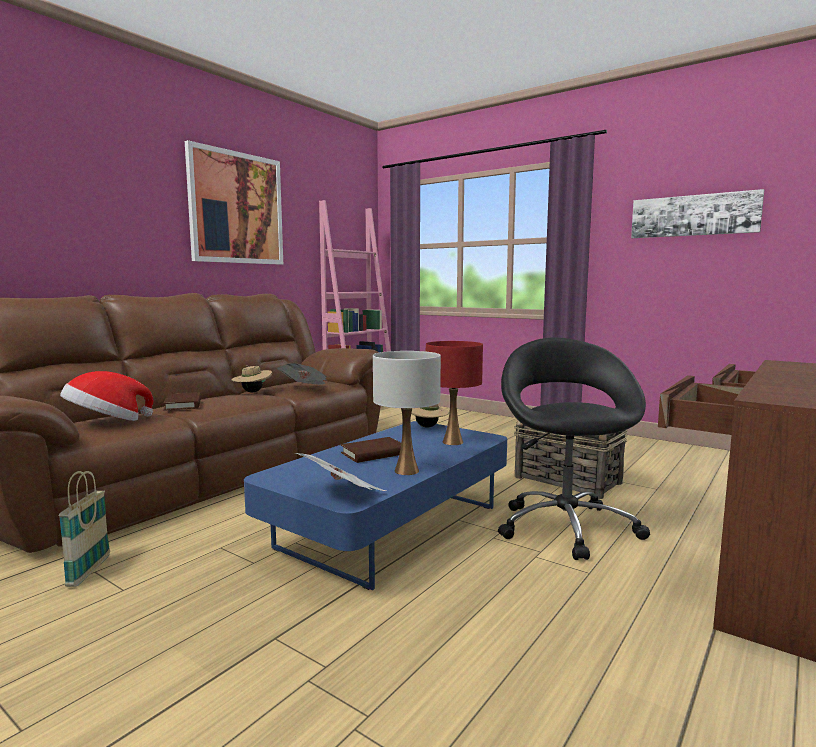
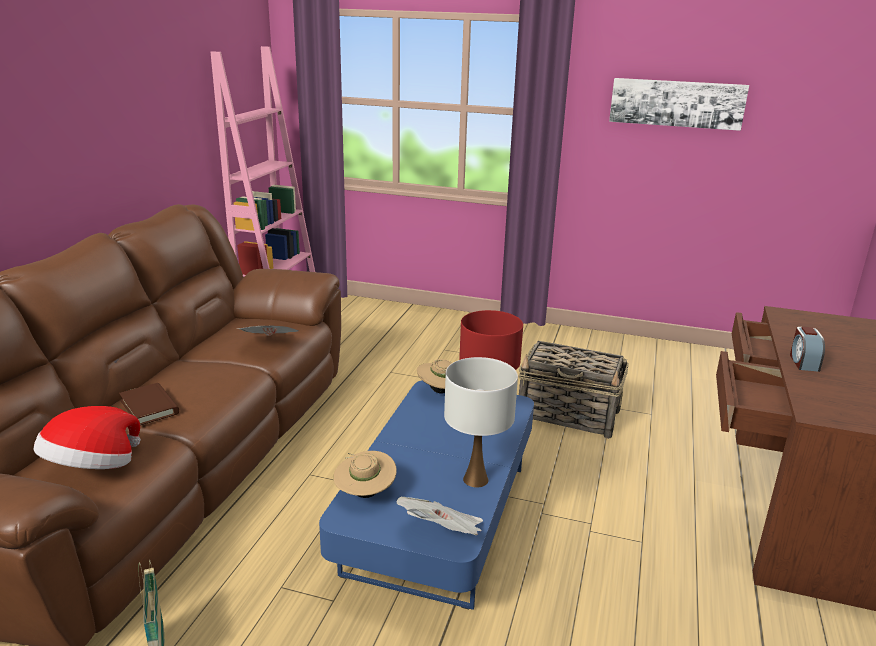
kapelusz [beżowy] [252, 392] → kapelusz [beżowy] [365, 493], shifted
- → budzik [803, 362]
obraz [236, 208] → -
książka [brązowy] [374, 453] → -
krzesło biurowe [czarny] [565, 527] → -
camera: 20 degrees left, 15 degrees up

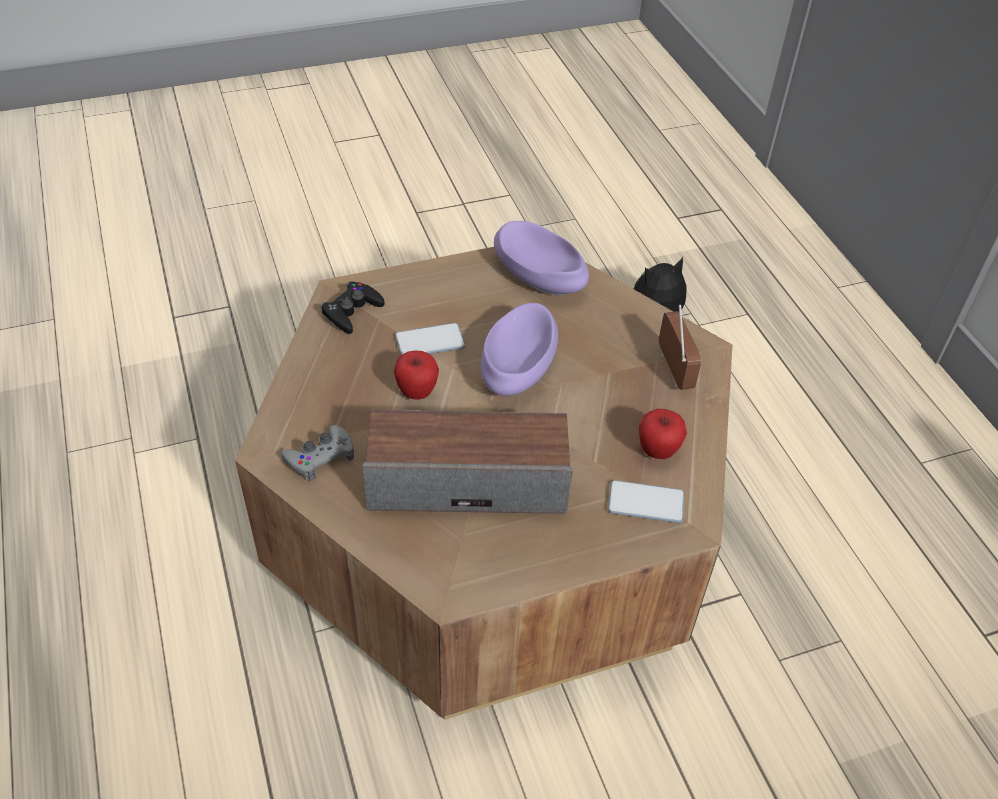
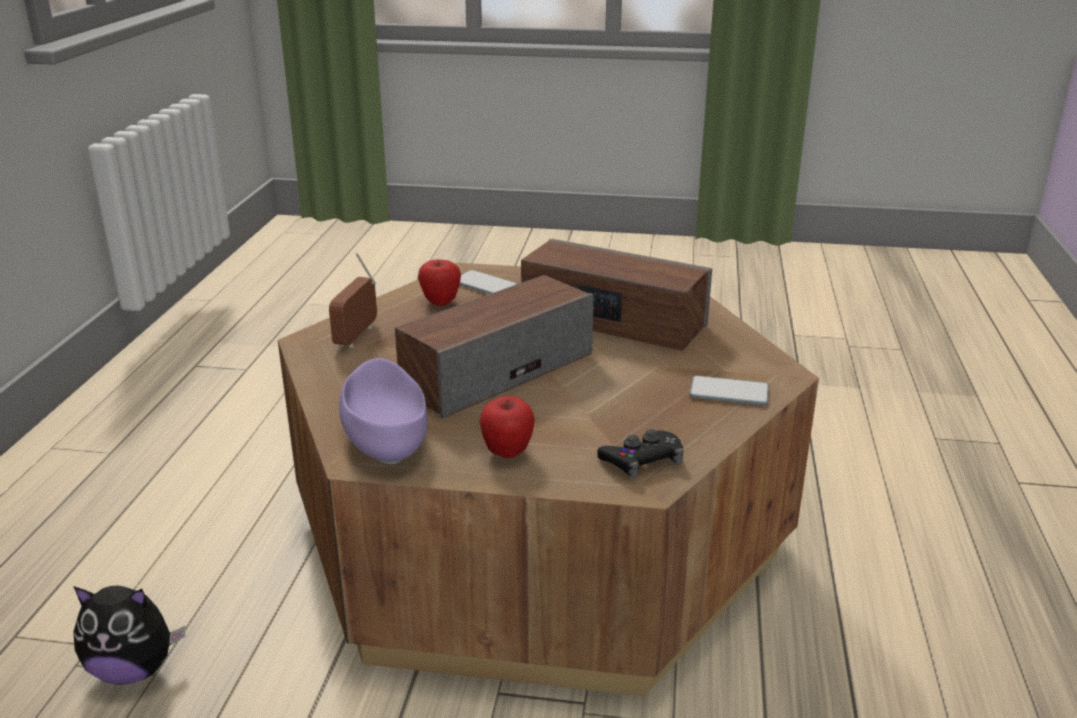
miska [fioletowy] [519, 367] → głośnik [497, 371]
jabłko [417, 392] → jabłko [507, 452], shifted
telefon [430, 342] → telefon [729, 392], shifted
pad do gier [szary] [320, 457] → -
camera: 150 degrees left, 20 degrees down

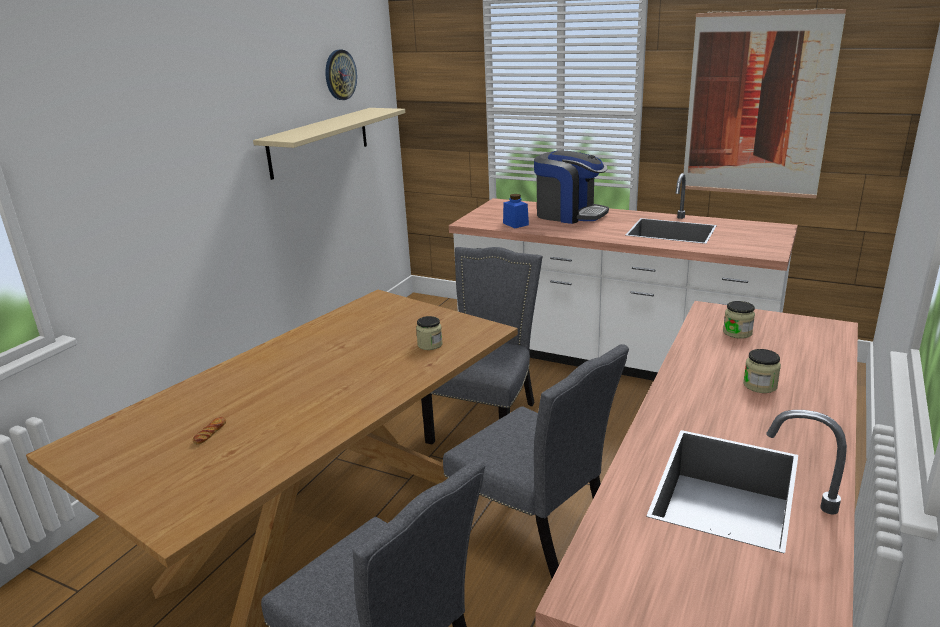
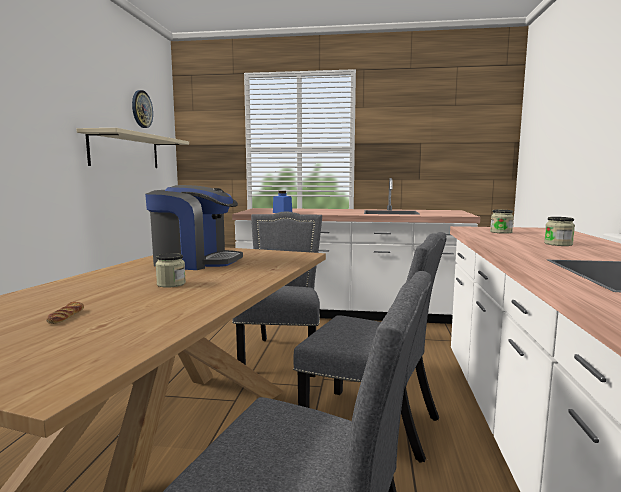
ekspres do kawy [569, 214] → ekspres do kawy [195, 262], shifted
słoik [430, 344] → słoik [171, 284], shifted
obraz [757, 105] → -
camera: 20 degrees left, 15 degrees down

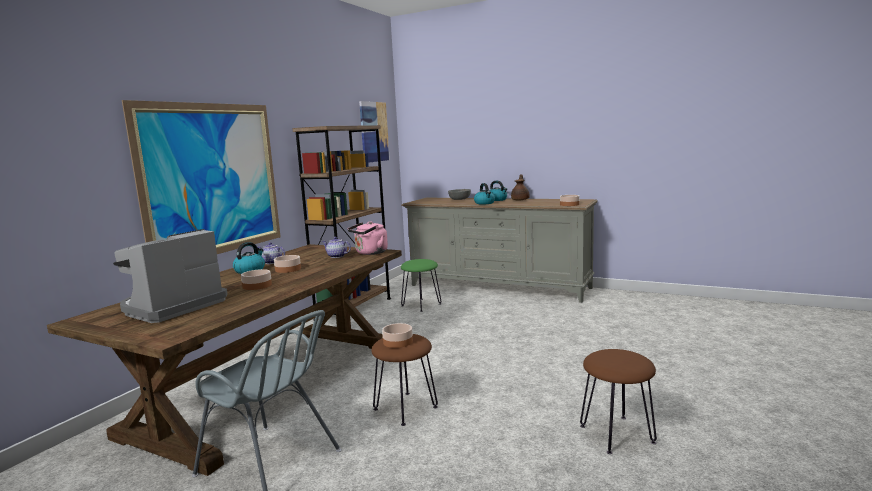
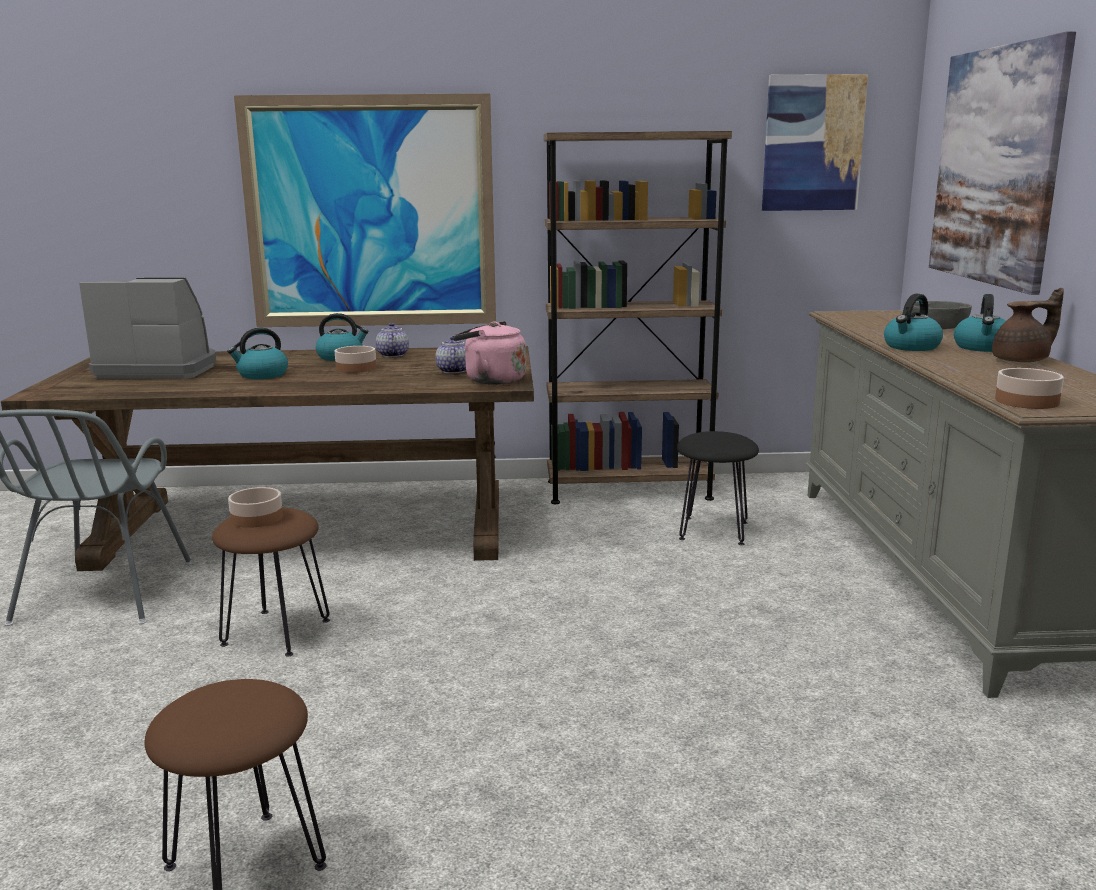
miska [257, 285] → czajnik [262, 375]
stołek [zielony] [421, 305] → stołek [czarny] [714, 530]
- → obraz [996, 166]
camera: 60 degrees right, 5 degrees up

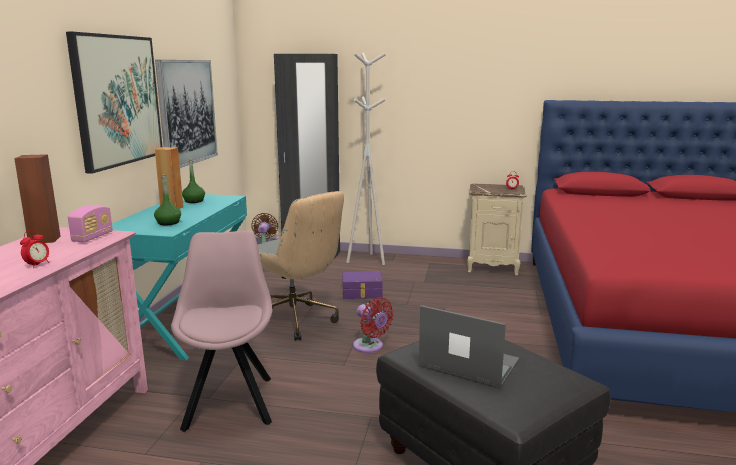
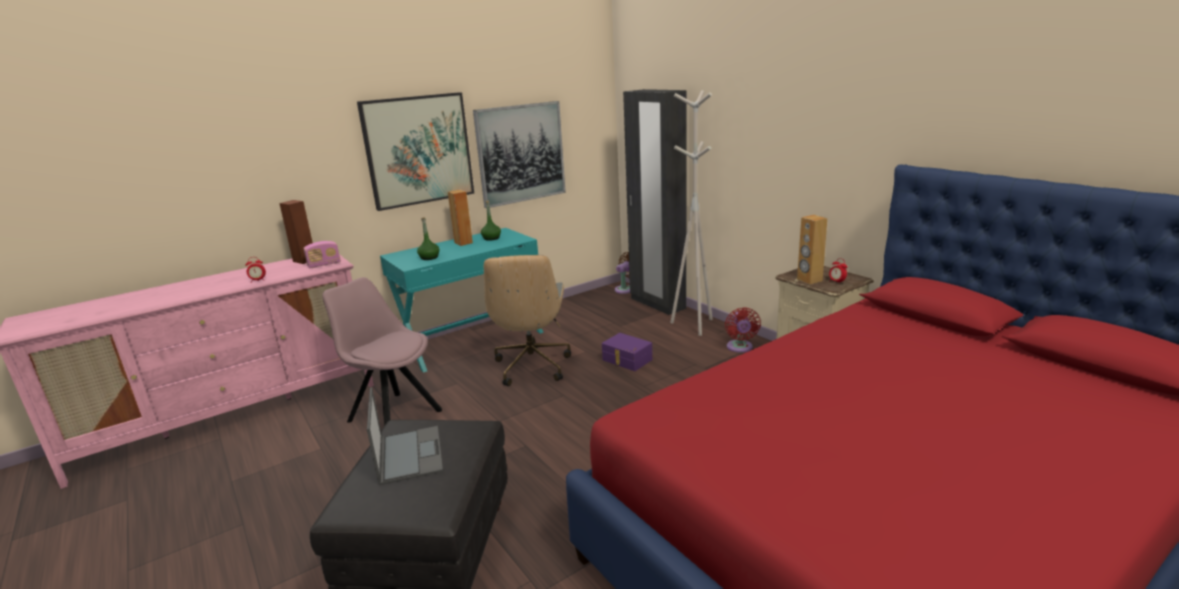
krzesło [różowy] [230, 402] → krzesło [różowy] [394, 416], 90 degrees counterclockwise
wentylator [czerwony] [370, 347] → wentylator [czerwony] [740, 348], shifted
- → głośnik [brązowy] [809, 280]
camera: 45 degrees right, 5 degrees up

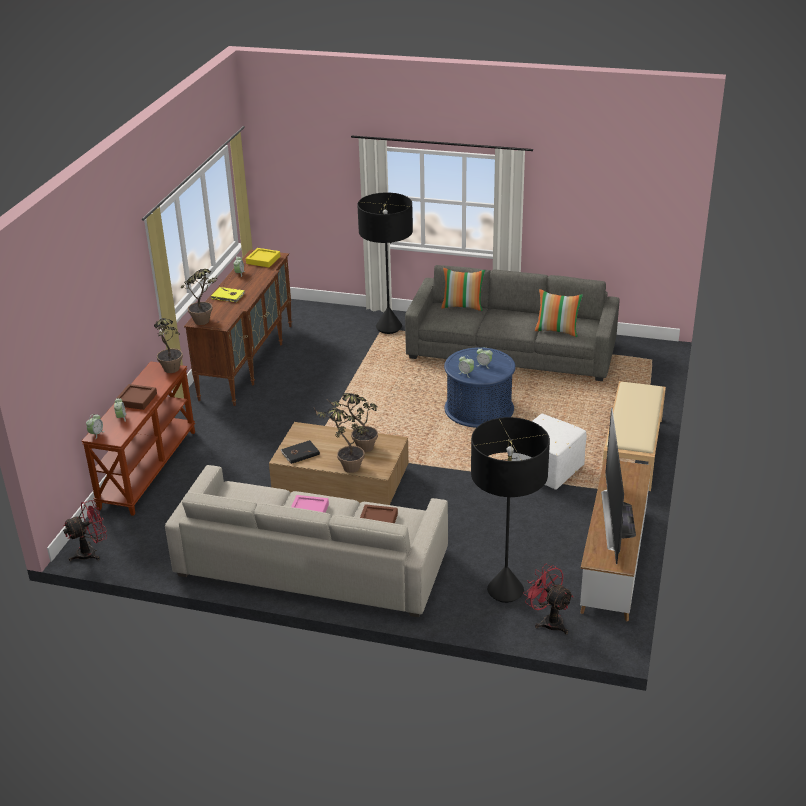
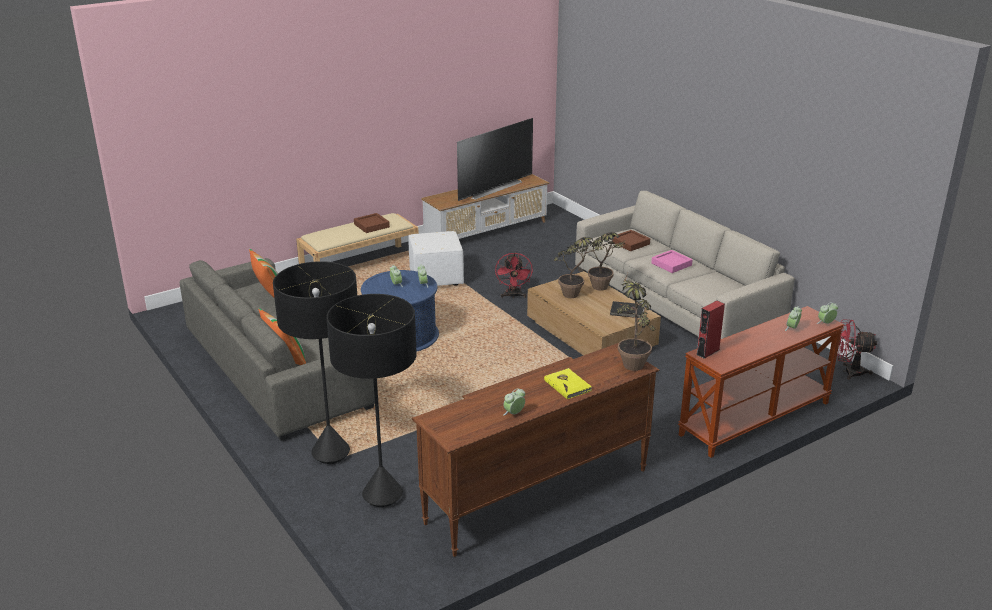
lampa stojąca [czarny] [505, 593] → lampa stojąca [czarny] [382, 497], shifted
taca [brązowy] [136, 399] → taca [brązowy] [371, 226], shifted
wentylator [czerwony] [548, 621] → wentylator [czerwony] [513, 296], shifted
roślina doniczkowa [171, 372] → głośnik [czerwony] [707, 352]
taca [żółty] [263, 260] → -
camera: 140 degrees left, 5 degrees down

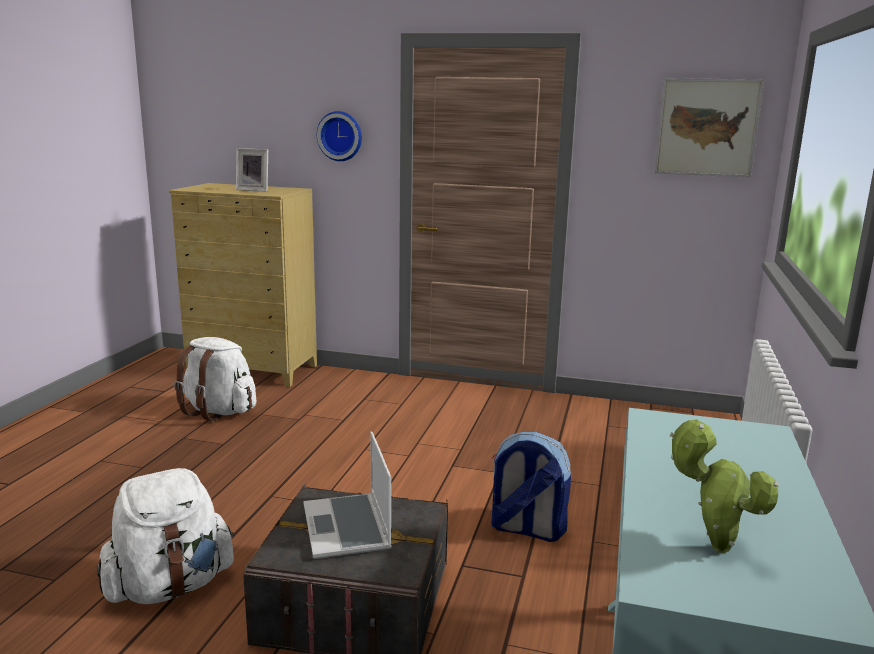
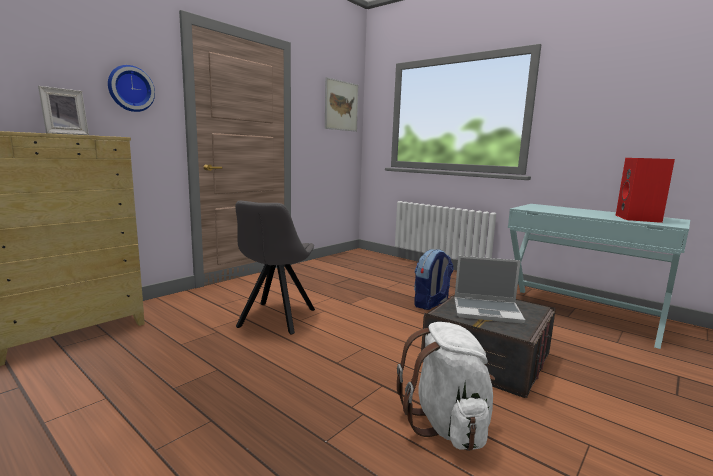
- → krzesło [szary] [276, 318]
roślina doniczkowa [713, 546] → głośnik [czerwony] [639, 219]
plecak [biały] [218, 411] → -
camera: 65 degrees left, 5 degrees down

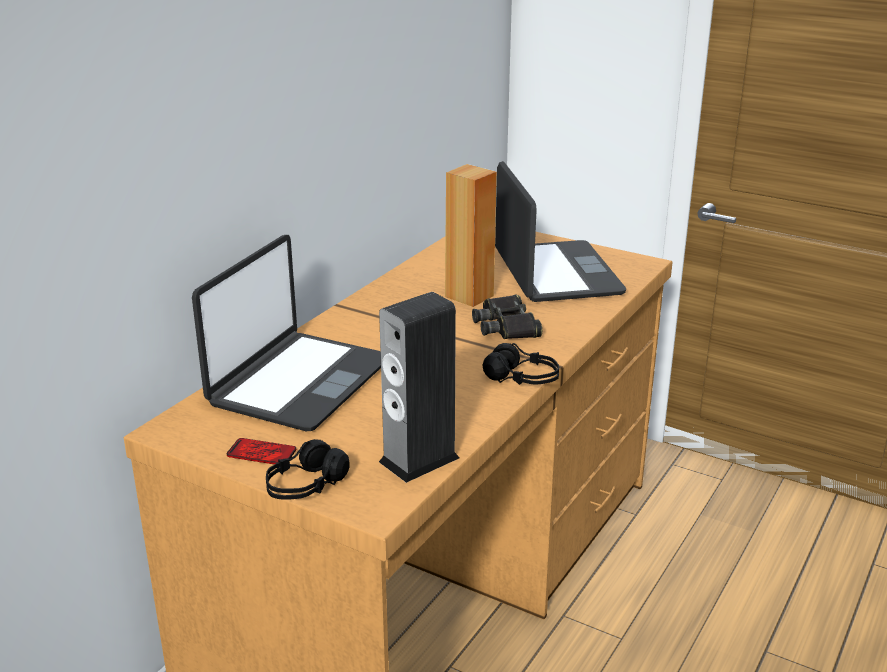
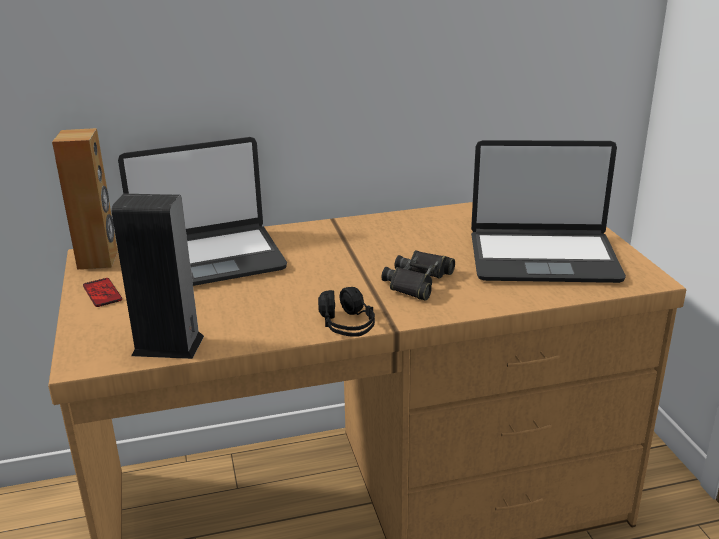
głośnik [brązowy] [469, 296] → głośnik [brązowy] [98, 260], shifted
laptop [555, 274] → laptop [543, 257], 60 degrees clockwise
słuchawki [czarny] [306, 486] → -
camera: 45 degrees right, 0 degrees up

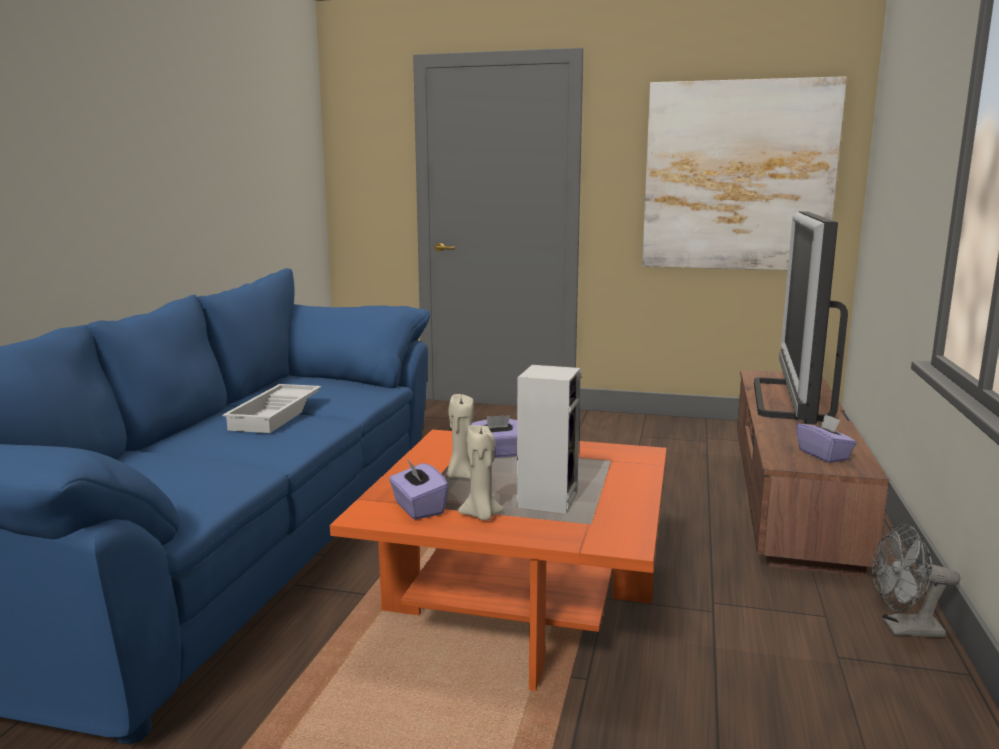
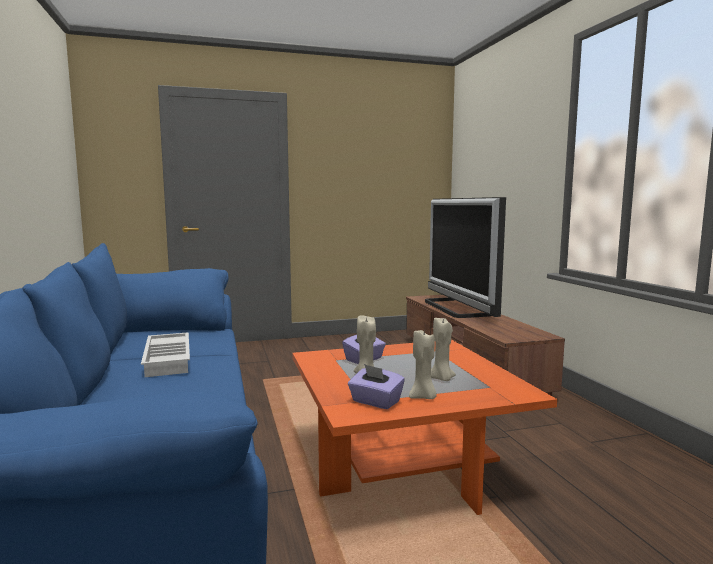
głośnik [547, 498] → świeca [beżowy] [441, 379]
obraz [738, 176] → -
pudełko chusteczek [fioletowy] [824, 455] → -
wentylator [szary] [903, 629] → -
camera: 30 degrees left, 5 degrees down

